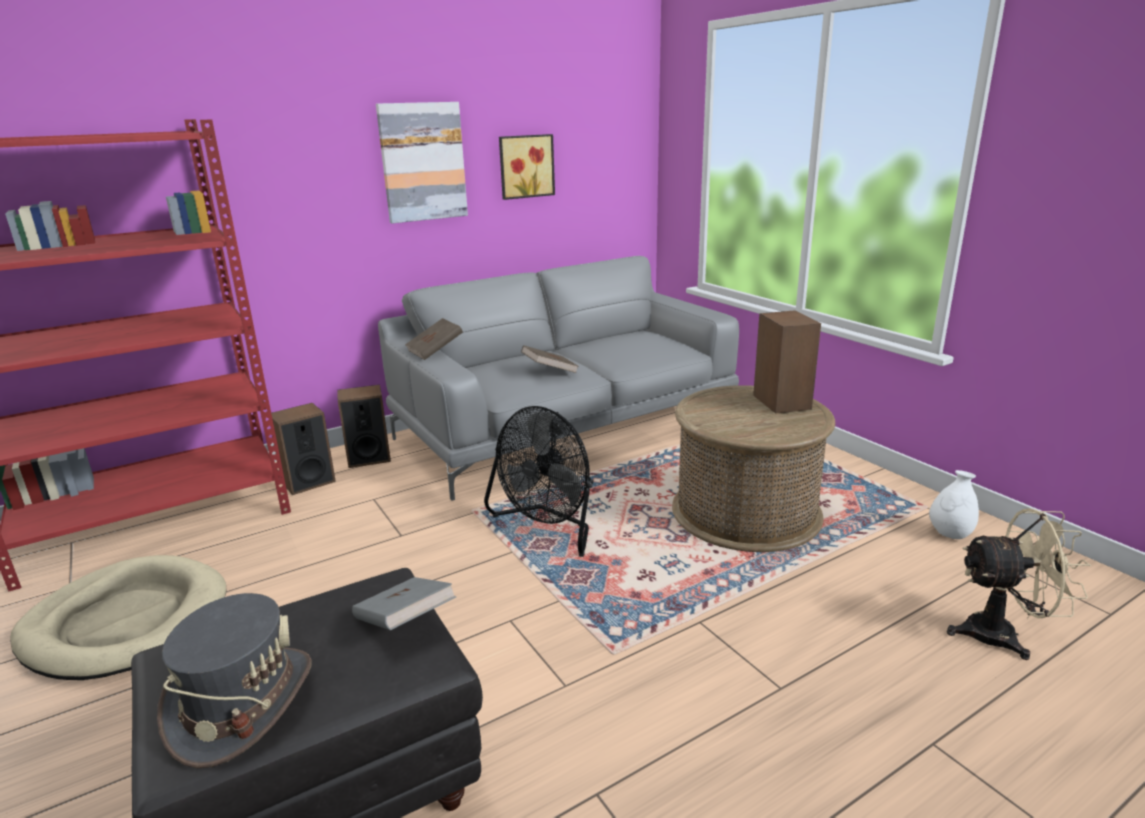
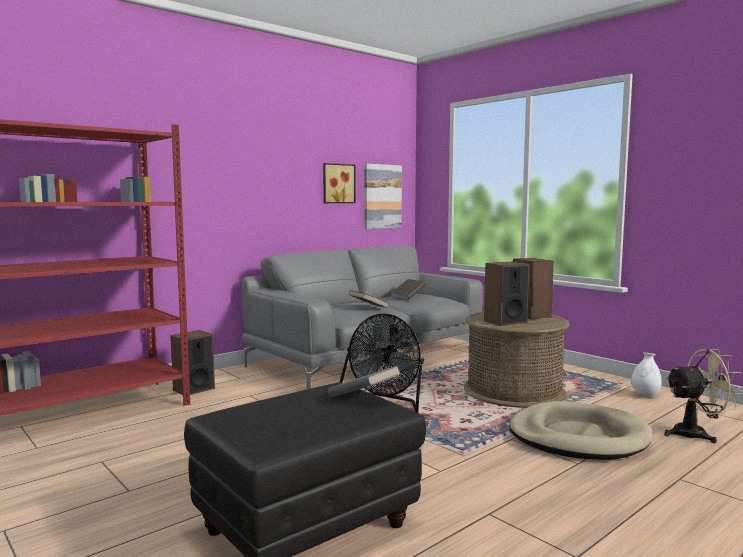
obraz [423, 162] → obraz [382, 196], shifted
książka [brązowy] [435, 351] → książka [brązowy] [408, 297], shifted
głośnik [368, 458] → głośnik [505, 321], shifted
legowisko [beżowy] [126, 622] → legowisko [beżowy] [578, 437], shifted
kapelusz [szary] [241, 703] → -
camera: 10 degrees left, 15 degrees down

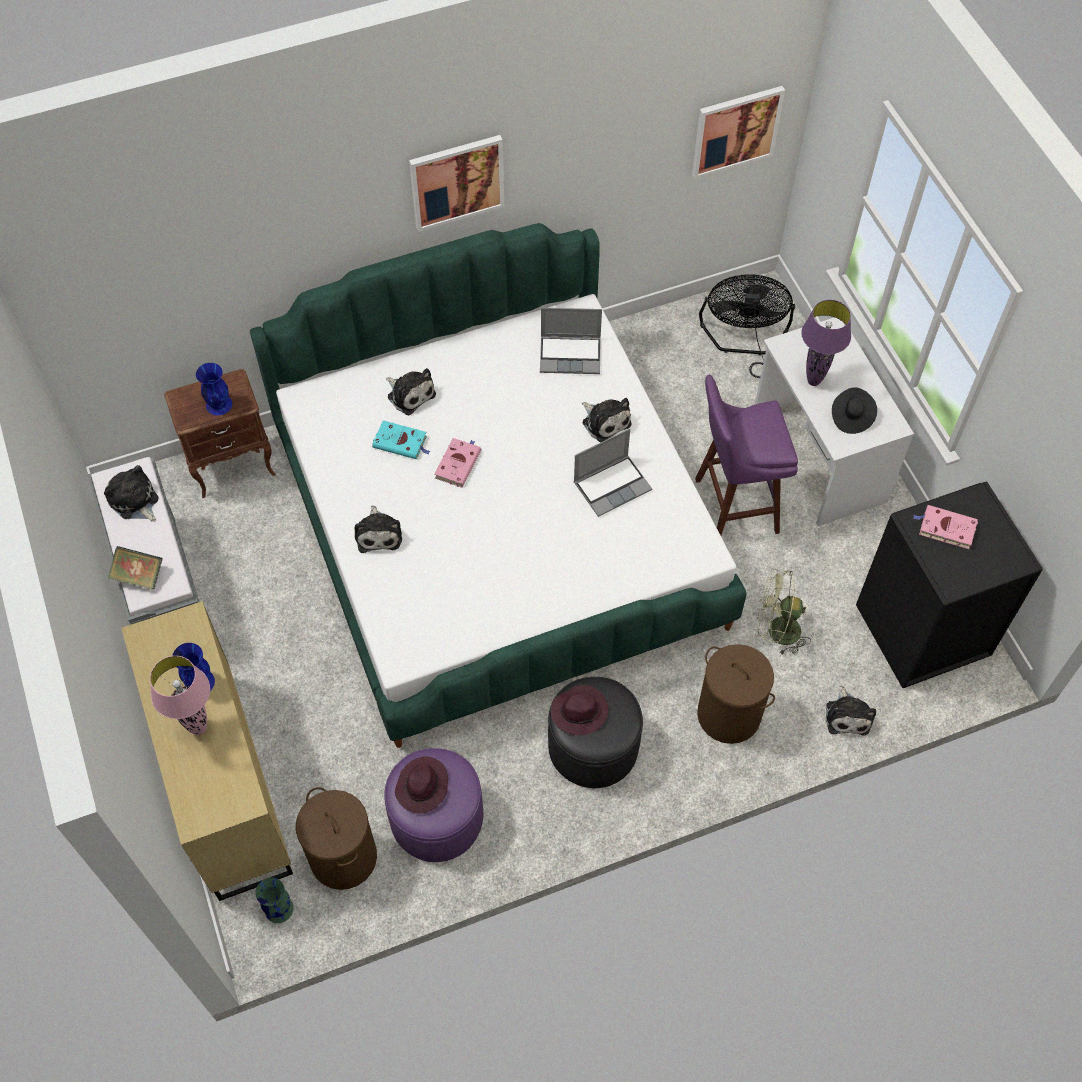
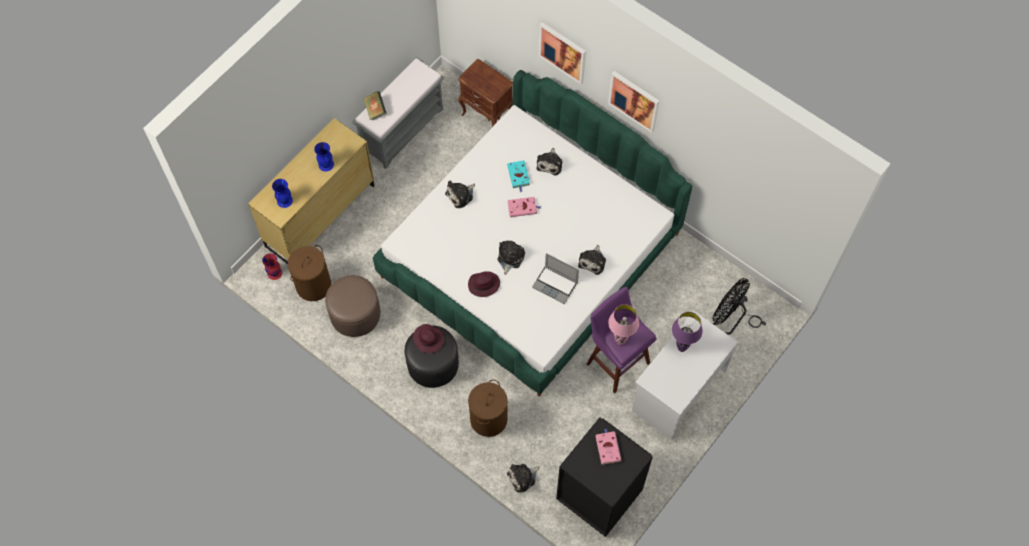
wazon [zielony] [278, 908] → wazon [czerwony] [274, 272]
wazon [niebieski] [218, 404] → wazon [niebieski] [285, 200], shifted
pufa [fioletowy] [437, 818] → pufa [brązowy] [355, 314]
kapelusz [fioletowy] [422, 787] → kapelusz [fioletowy] [483, 285], shifted
pluszak [134, 501] → pluszak [510, 258], shifted
obraz [736, 130] → obraz [563, 52], shifted
lampa stołowa [różowy] [199, 729] → lampa stołowa [różowy] [620, 341], shifted
wentylator [czarny] [746, 343] → wentylator [czarny] [732, 317], 120 degrees counterclockwise
laptop [571, 355] → -
wentylator [zielony] [776, 631] → -
kapelusz [czarny] [851, 417] → -
camera: 60 degrees right, 5 degrees up

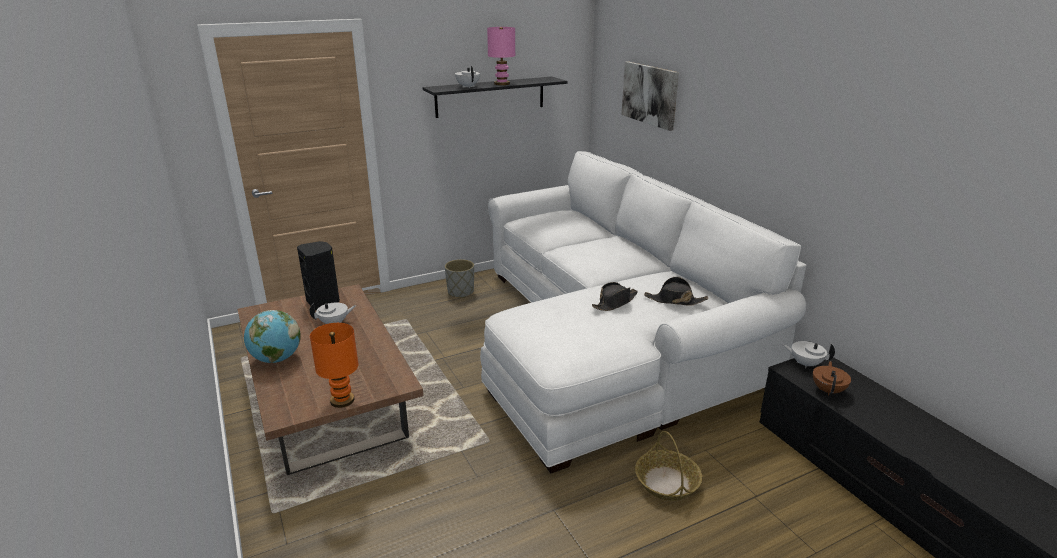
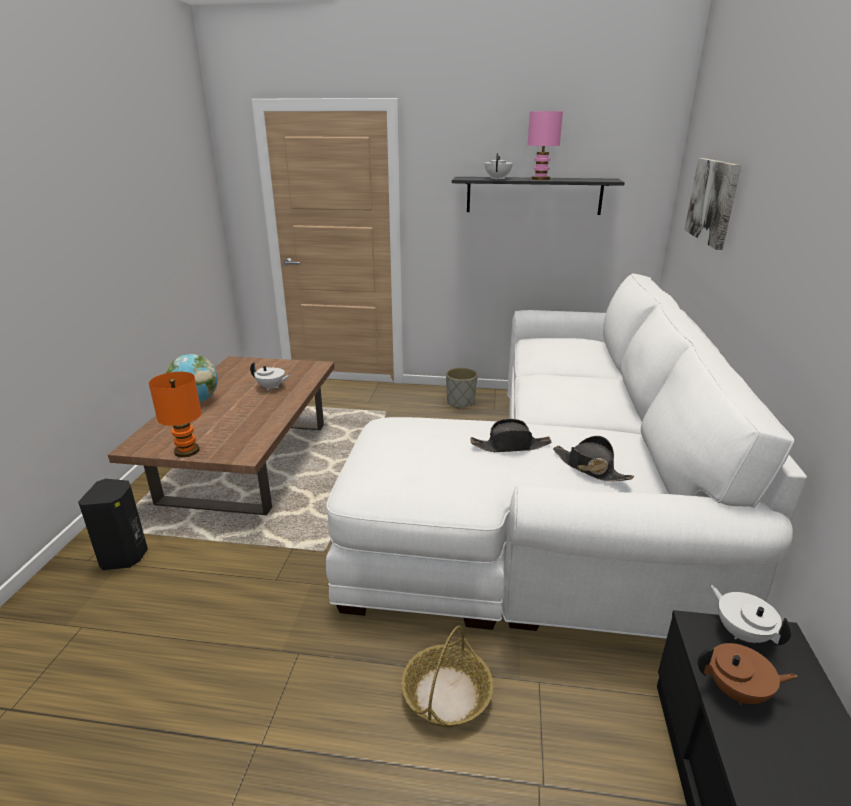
głośnik [czarny] [324, 303] → głośnik [czarny] [126, 556], shifted
imbryk [brązowy] [828, 390] → imbryk [brązowy] [737, 691], 45 degrees clockwise
camera: 35 degrees right, 0 degrees up

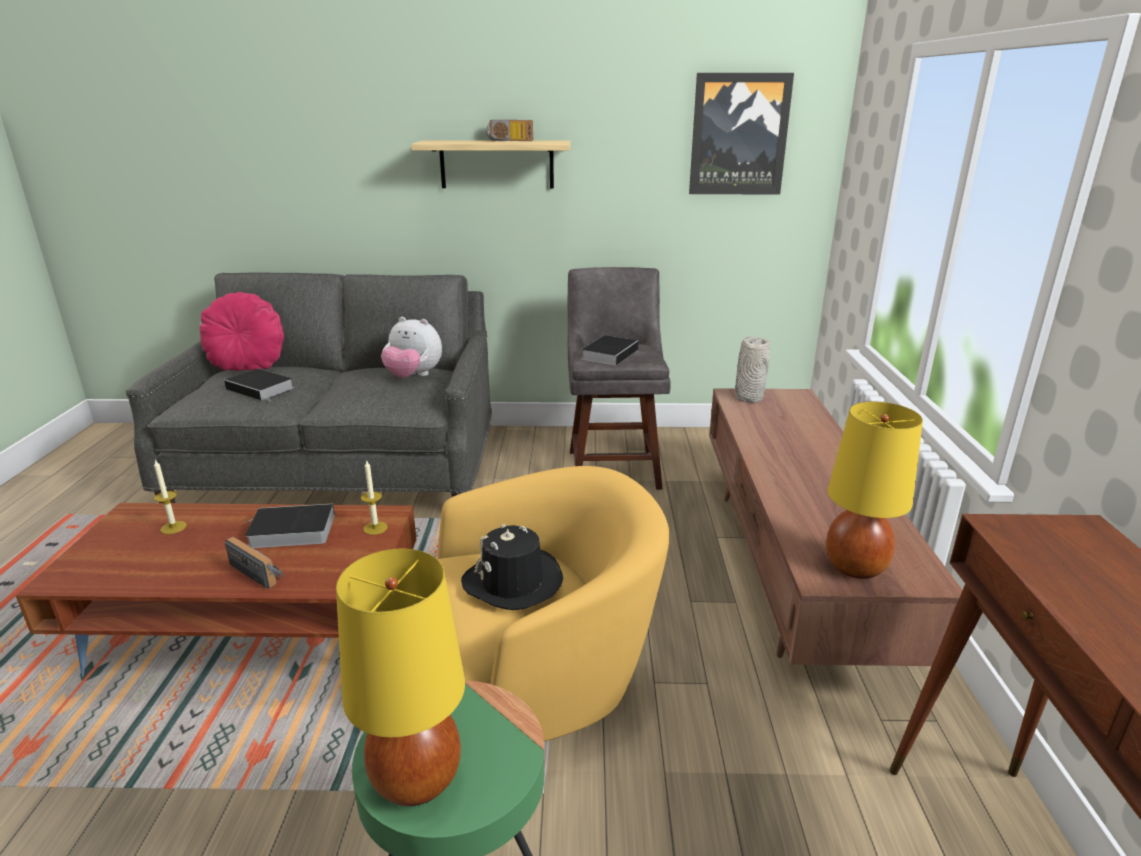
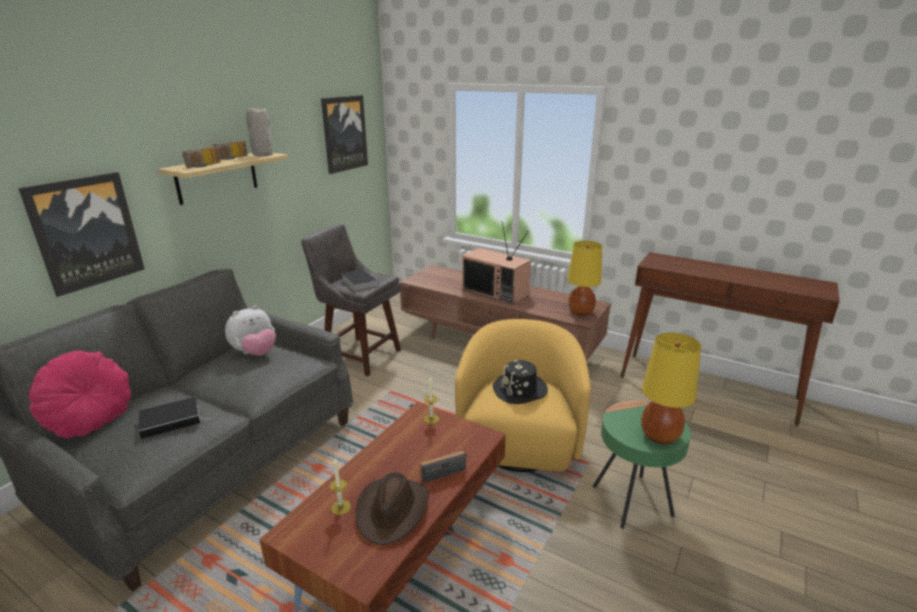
- → obraz [86, 232]
- → radio [204, 165]
wazon [szary] [748, 398] → wazon [szary] [263, 155], shifted
- → kapelusz [brązowy] [392, 510]
- → telewizor [496, 292]
książka [289, 531] → -
camera: 60 degrees left, 0 degrees up

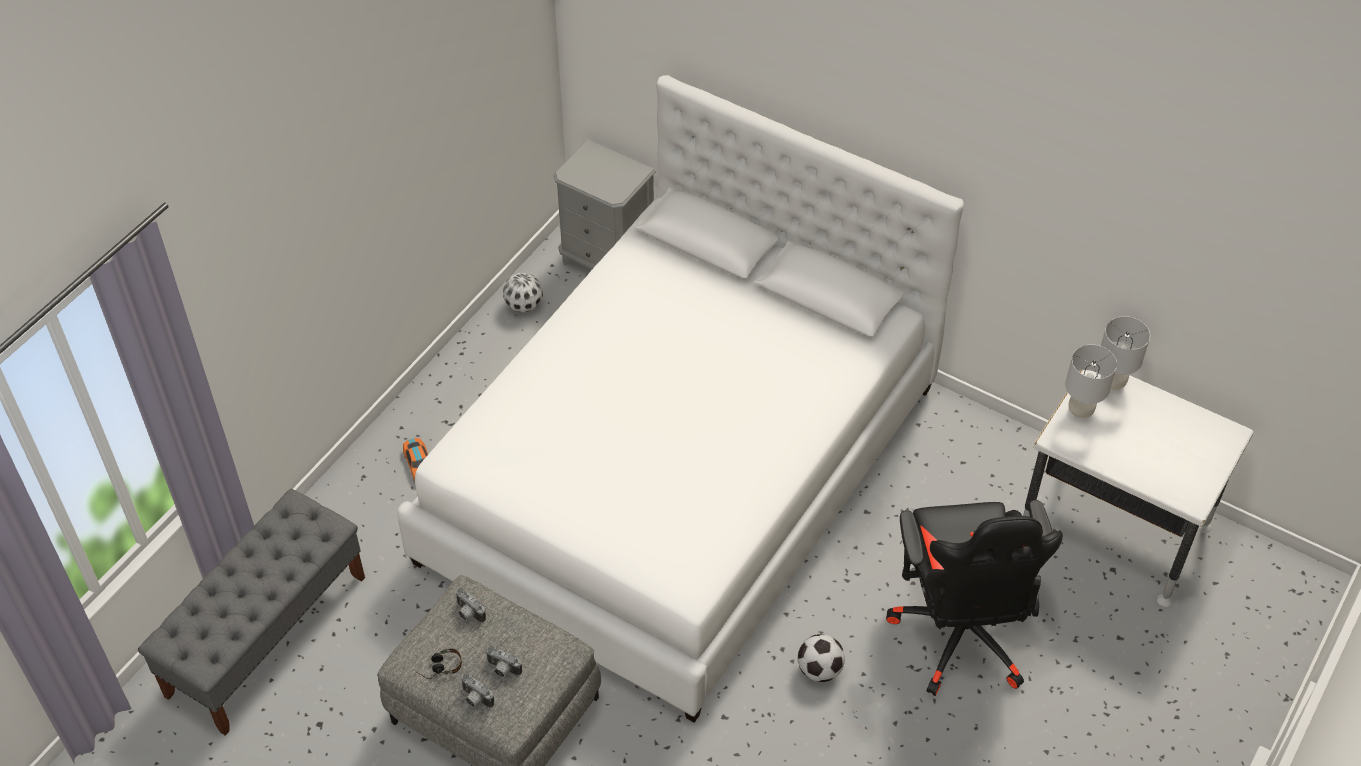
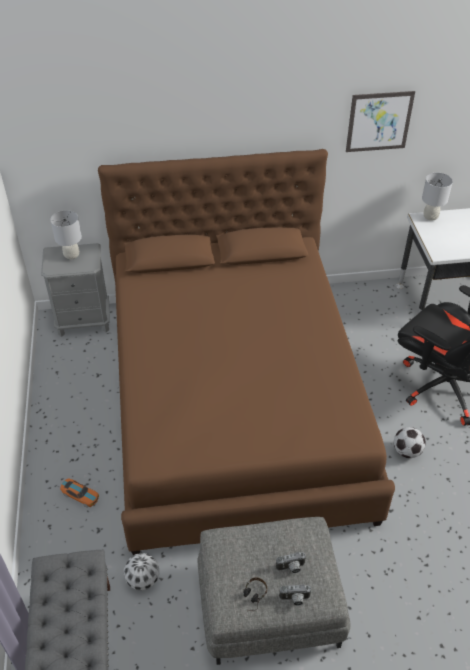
lampa stołowa [szary] [1080, 412] → lampa stołowa [szary] [72, 256], shifted
łóżko [biały] [682, 473] → łóżko [brązowy] [235, 401]
piłka futbolowa [524, 305] → piłka futbolowa [143, 579], shifted
- → obraz [379, 121]
aparat fotograficzny [468, 613] → -
camera: 40 degrees left, 5 degrees down

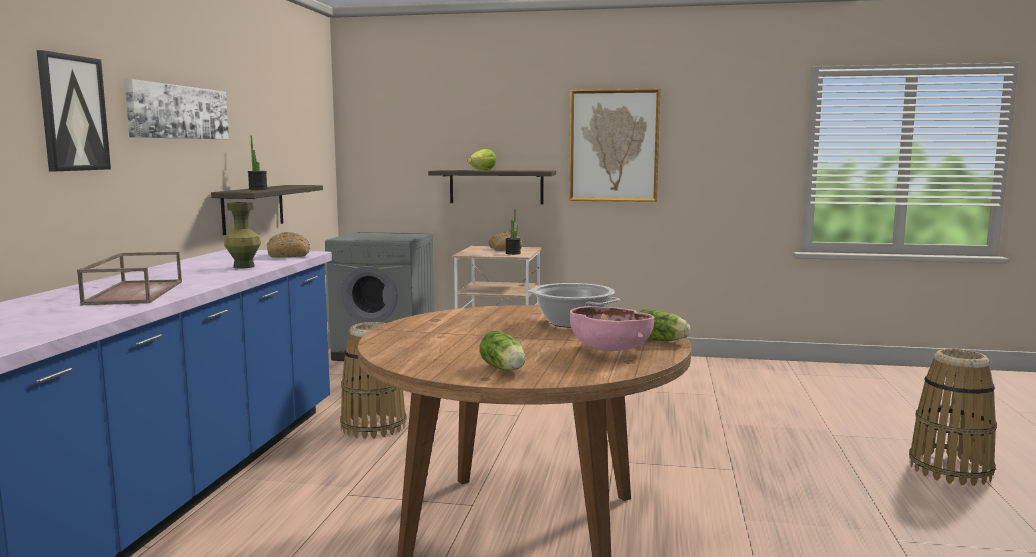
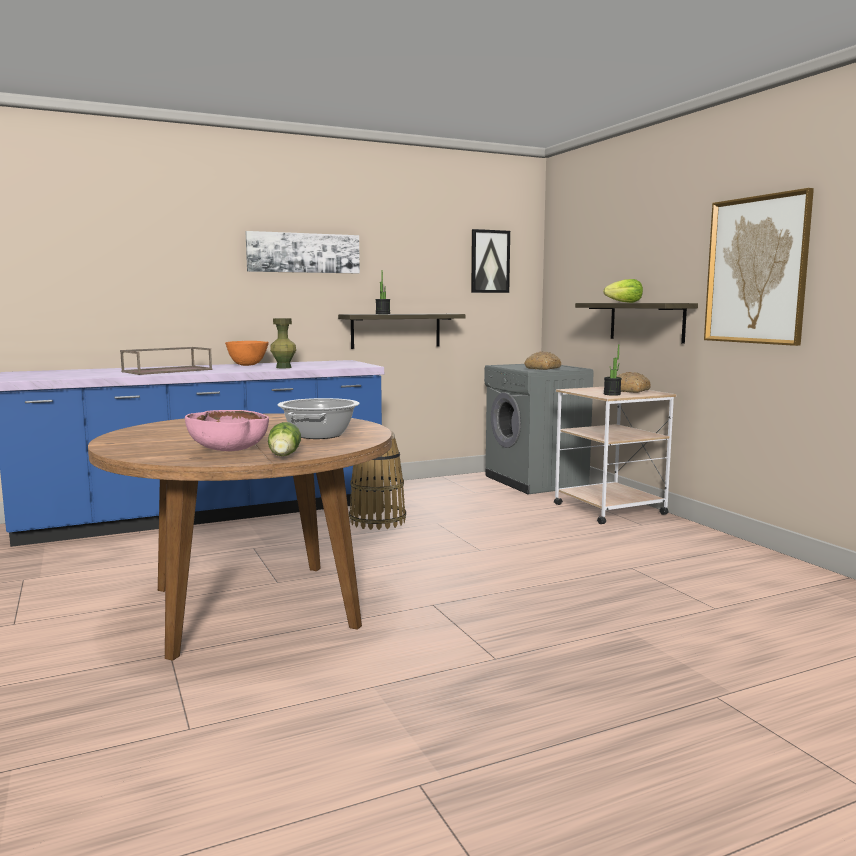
- → miska [pomarańczowy] [247, 365]
obraz [72, 113] → obraz [489, 261], shifted
chleb [288, 255] → chleb [542, 368], shifted
sałata [504, 369] → -
koszyk [950, 469] → -
camera: 55 degrees right, 0 degrees up

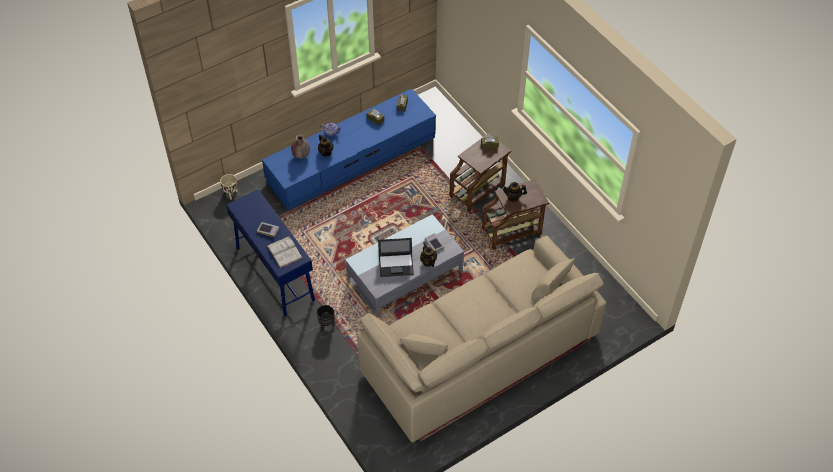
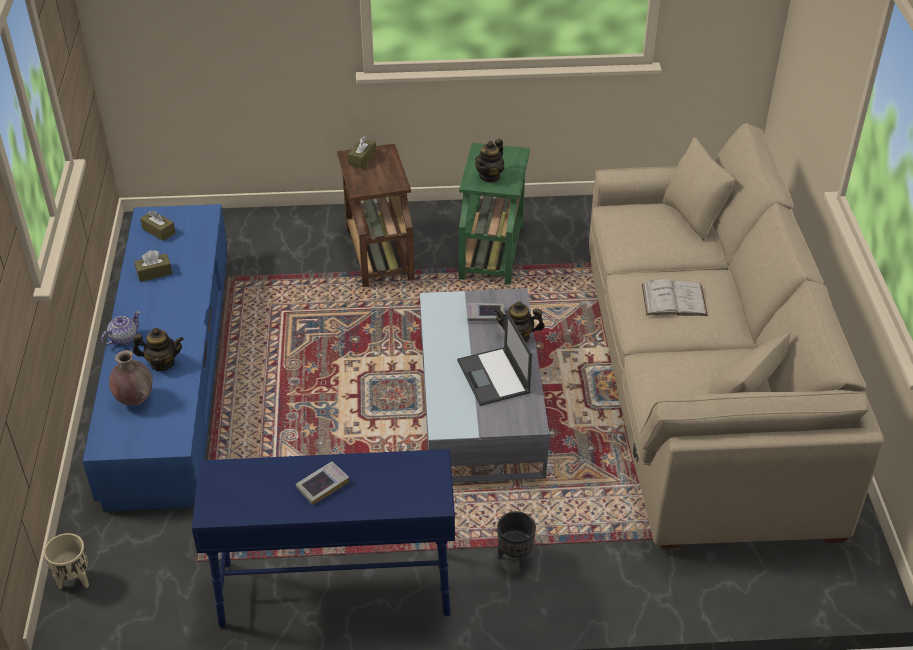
laptop [396, 265] → laptop [494, 377], 135 degrees clockwise
stolik [brązowy] [513, 231] → stolik [zielony] [492, 250]
książka [biały] [284, 252] → książka [biały] [674, 299], shifted
camera: 60 degrees left, 10 degrees down

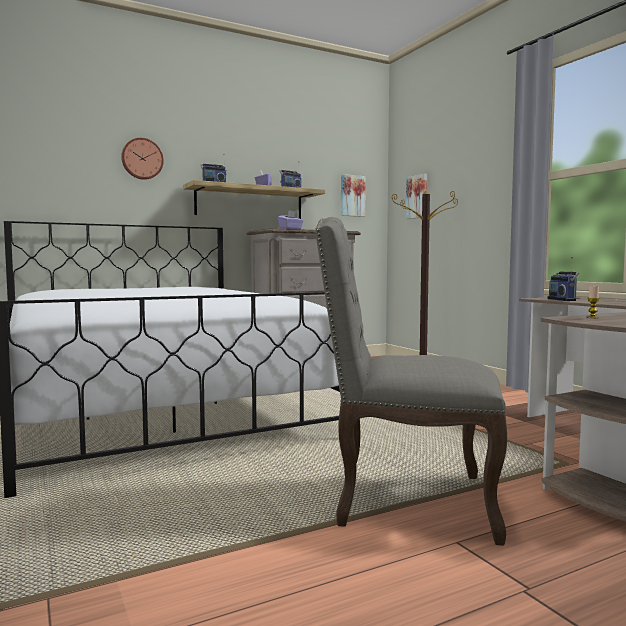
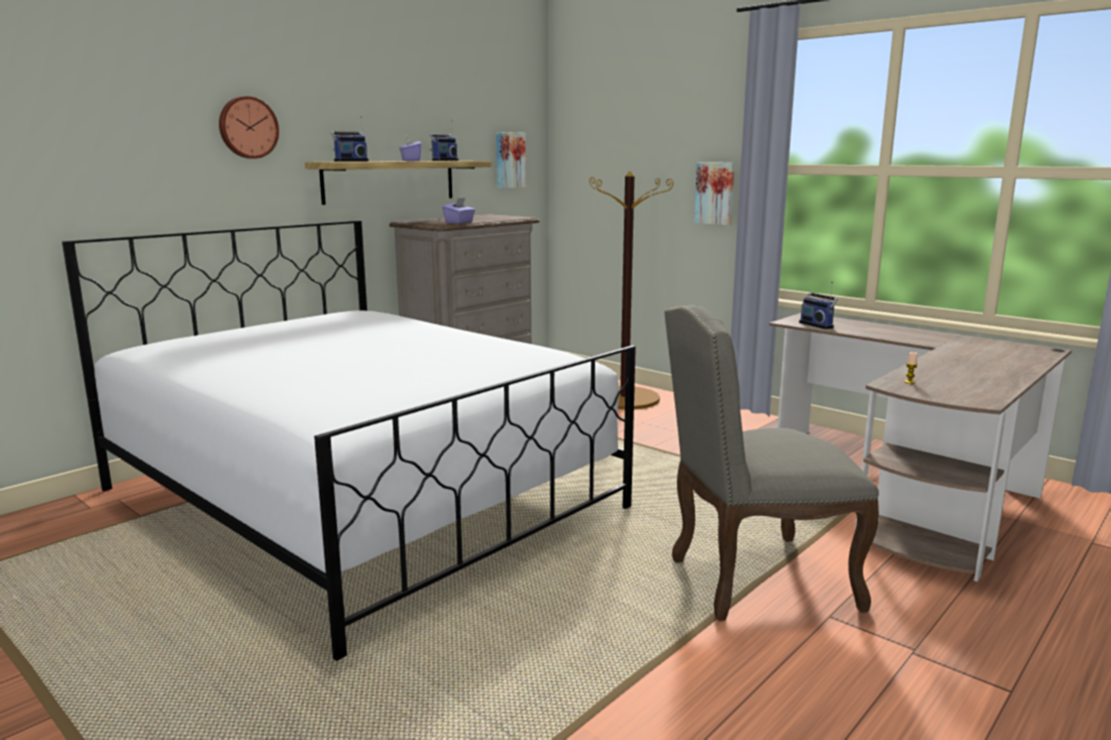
obraz [417, 197] → obraz [715, 193], shifted
camera: 20 degrees left, 10 degrees up

